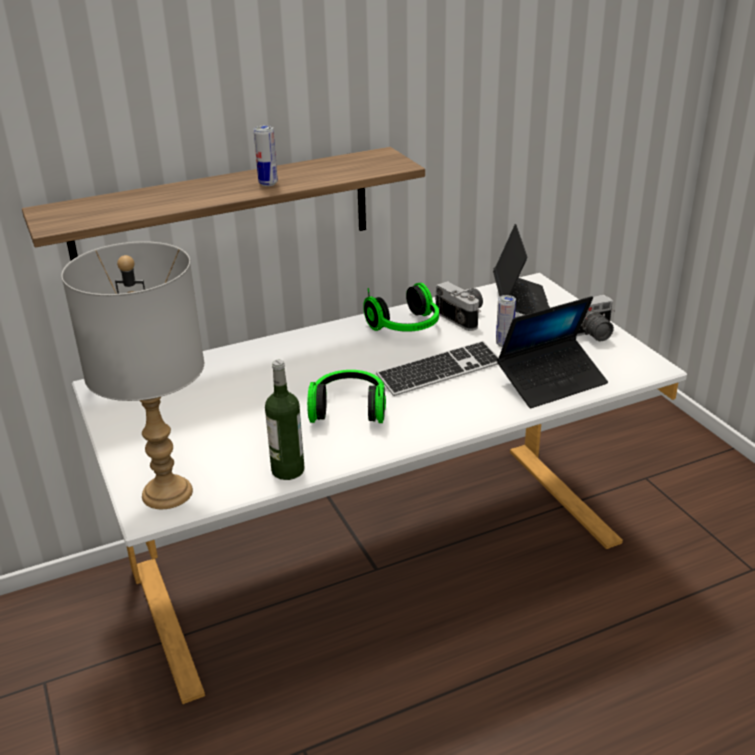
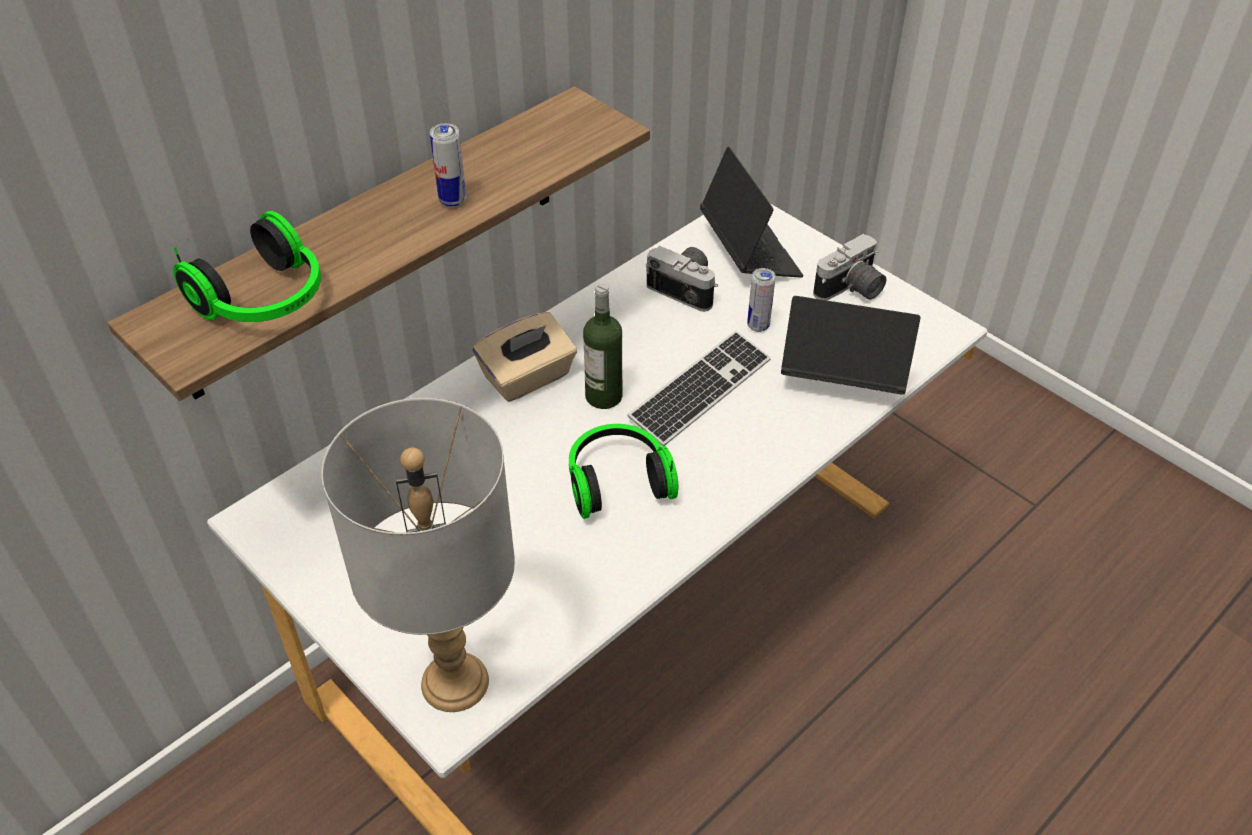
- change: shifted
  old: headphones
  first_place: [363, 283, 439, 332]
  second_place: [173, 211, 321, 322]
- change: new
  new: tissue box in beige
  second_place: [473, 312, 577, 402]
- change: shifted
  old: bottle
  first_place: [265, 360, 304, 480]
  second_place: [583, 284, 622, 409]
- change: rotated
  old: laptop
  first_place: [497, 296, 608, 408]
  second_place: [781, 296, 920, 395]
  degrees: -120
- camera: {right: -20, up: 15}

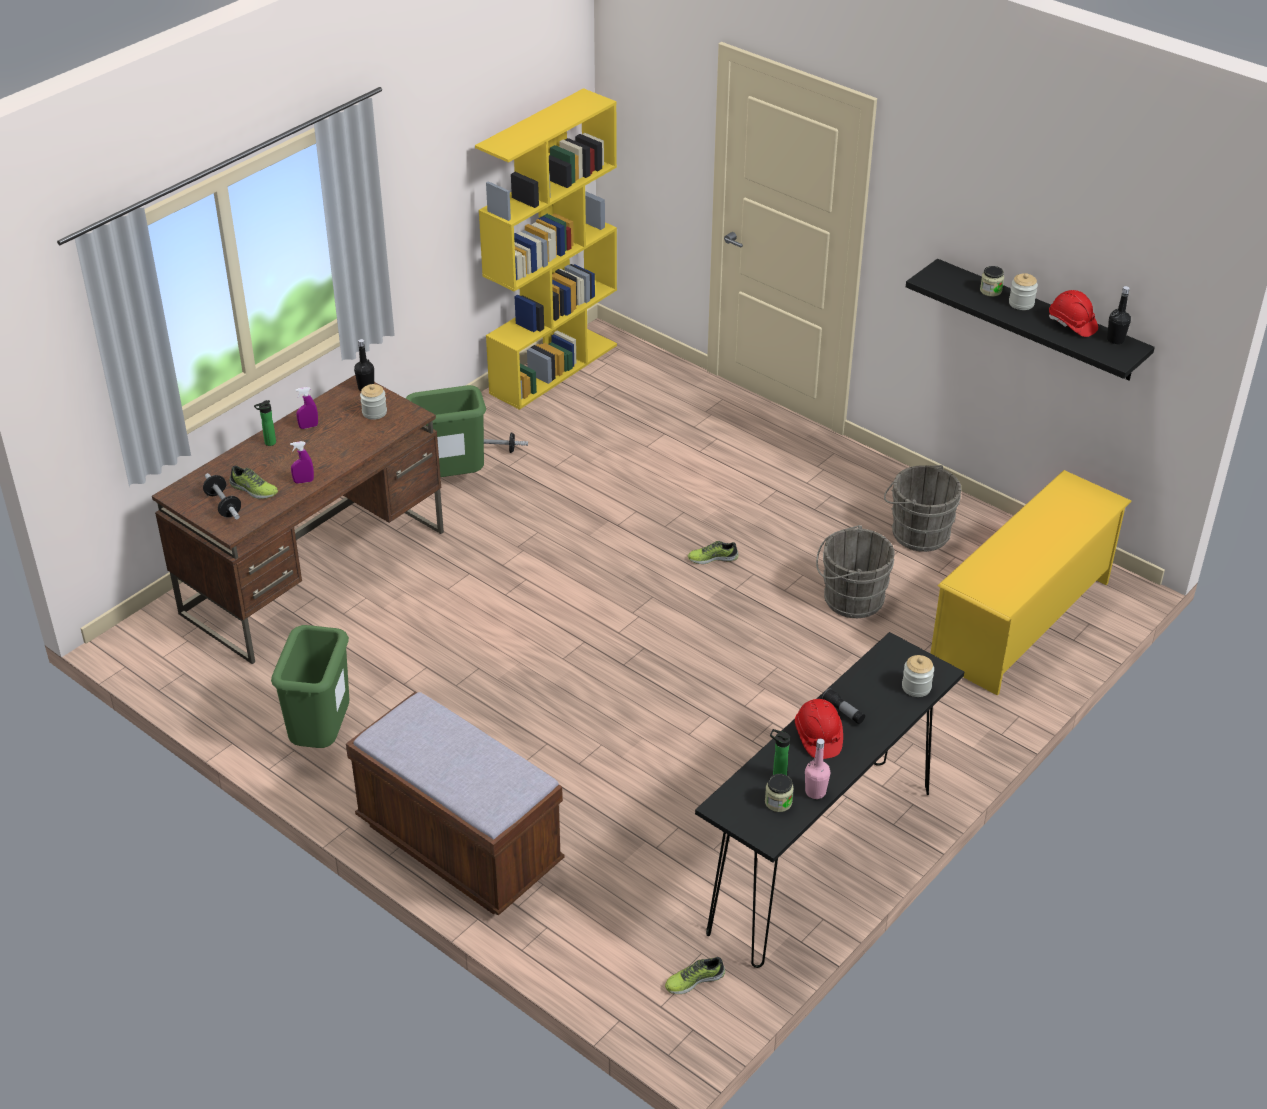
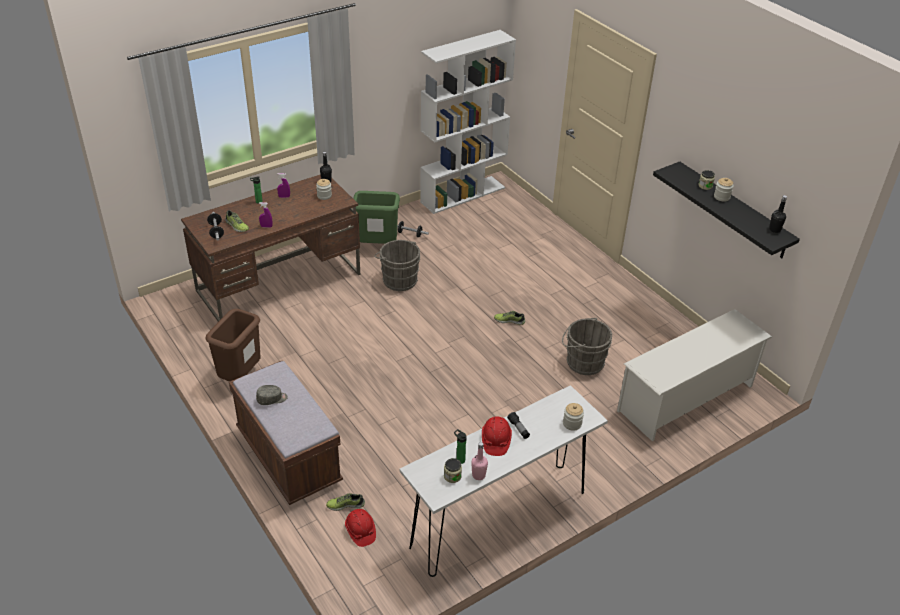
- change: repainted
  old: trash can in green
  new: trash can in brown
  first_place: [271, 625, 349, 748]
  second_place: [206, 309, 260, 382]
- change: new
  new: cap in grey
  second_place: [256, 385, 288, 405]
- change: shifted
  old: shoe
  first_place: [665, 957, 725, 994]
  second_place: [326, 493, 365, 511]
- change: shifted
  old: hard hat in red
  first_place: [1049, 290, 1098, 337]
  second_place: [345, 509, 376, 547]
- change: shifted
  old: bucket in grey
  first_place: [884, 465, 961, 552]
  second_place: [374, 240, 420, 291]
- change: repainted
  old: console table in black
  new: console table in white
  first_place: [695, 632, 964, 968]
  second_place: [399, 385, 608, 577]
- change: repainted
  old: bookcase in yellow
  new: bookcase in white
  first_place: [475, 88, 617, 410]
  second_place: [420, 30, 516, 214]
- change: repainted
  old: shoe rack in yellow
  new: shoe rack in white
  first_place: [930, 470, 1132, 695]
  second_place: [617, 309, 772, 441]
- camera: {right: 15, up: 0}

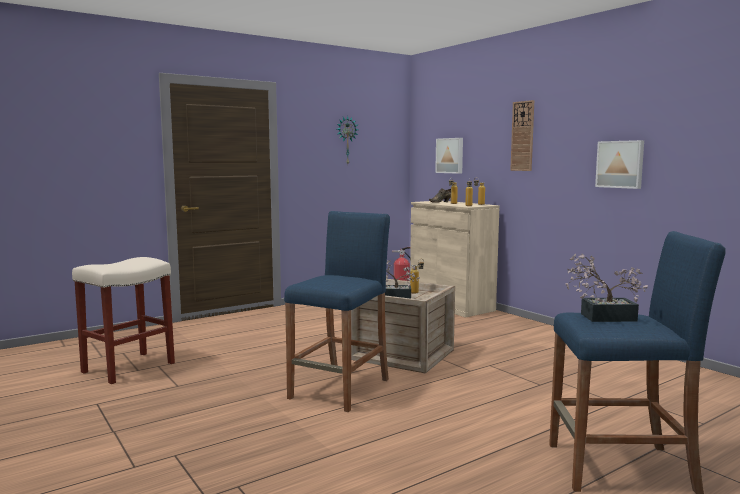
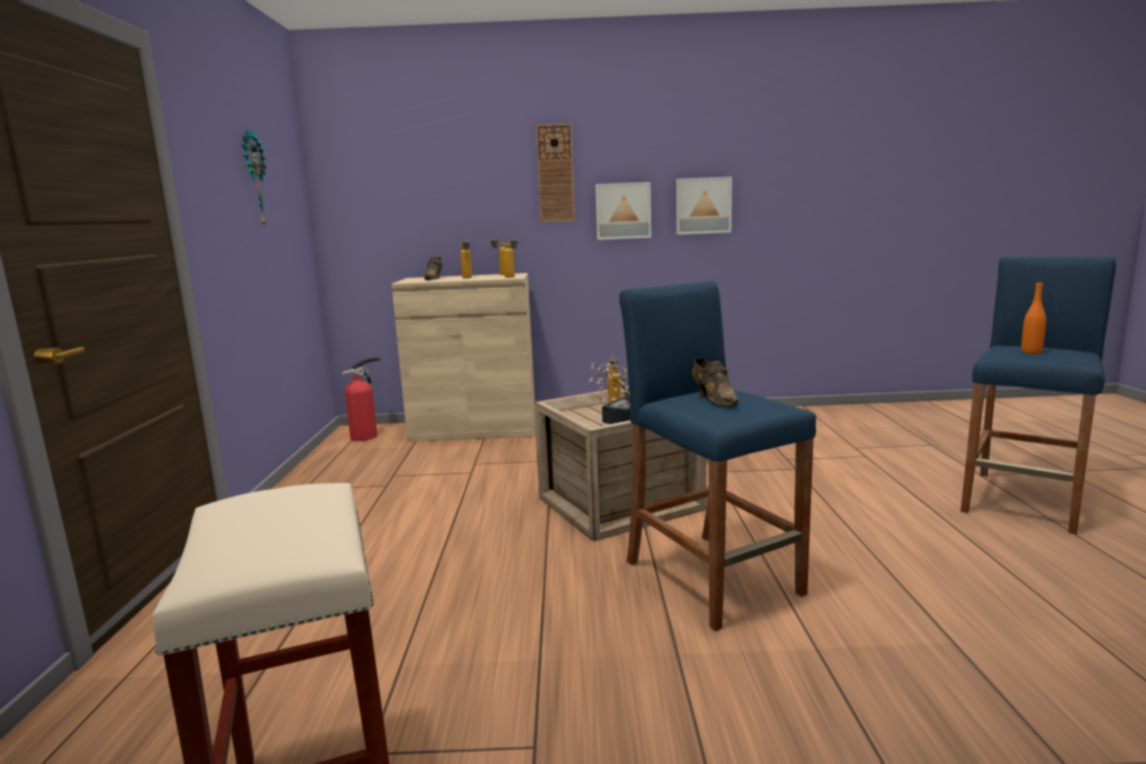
- change: shifted
  old: picture
  first_place: [435, 138, 463, 174]
  second_place: [595, 182, 651, 240]
- change: new
  new: shoe in brown
  second_place: [692, 358, 739, 406]
- change: swapped
  old: potted plant
  new: bottle in orange
  first_place: [566, 254, 648, 322]
  second_place: [1021, 281, 1046, 354]
- camera: {right: -55, up: 5}

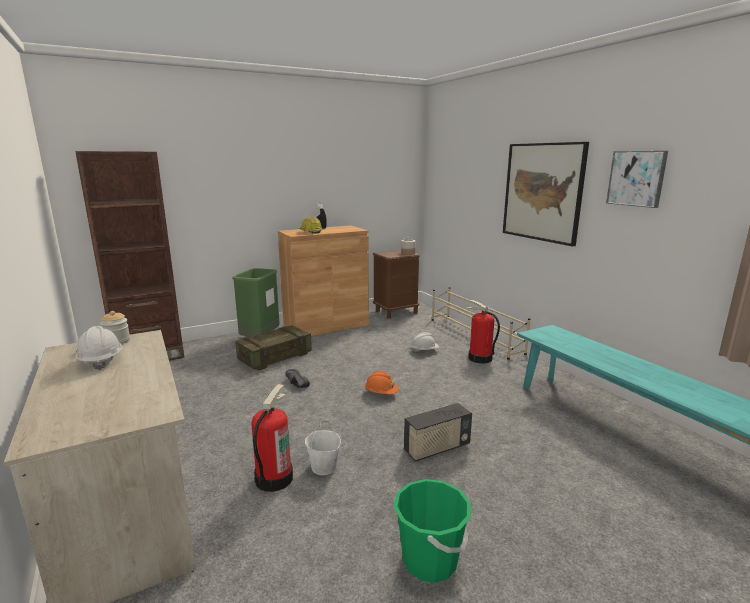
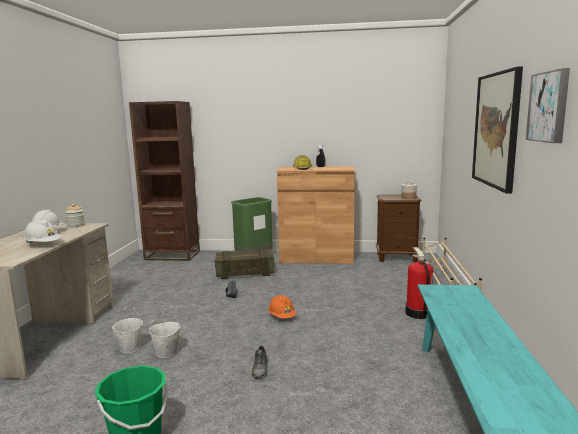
- change: shifted
  old: hard hat in white
  first_place: [411, 332, 439, 352]
  second_place: [23, 219, 62, 244]
- change: swapped
  old: fire extinguisher
  new: bucket in white
  first_place: [251, 384, 293, 492]
  second_place: [112, 308, 143, 353]
- change: swapped
  old: radio
  new: shoe in grey
  first_place: [404, 403, 472, 461]
  second_place: [252, 346, 268, 378]
- camera: {right: 35, up: -5}

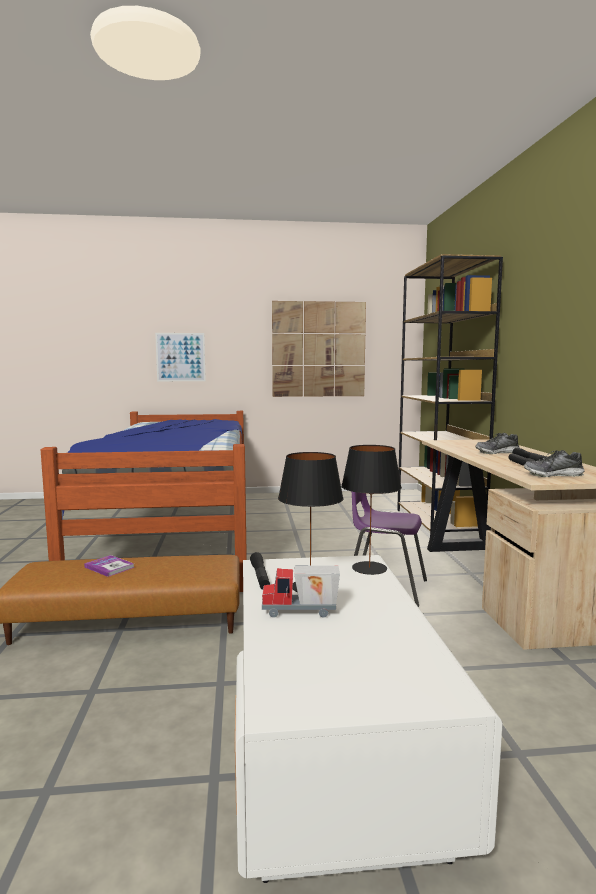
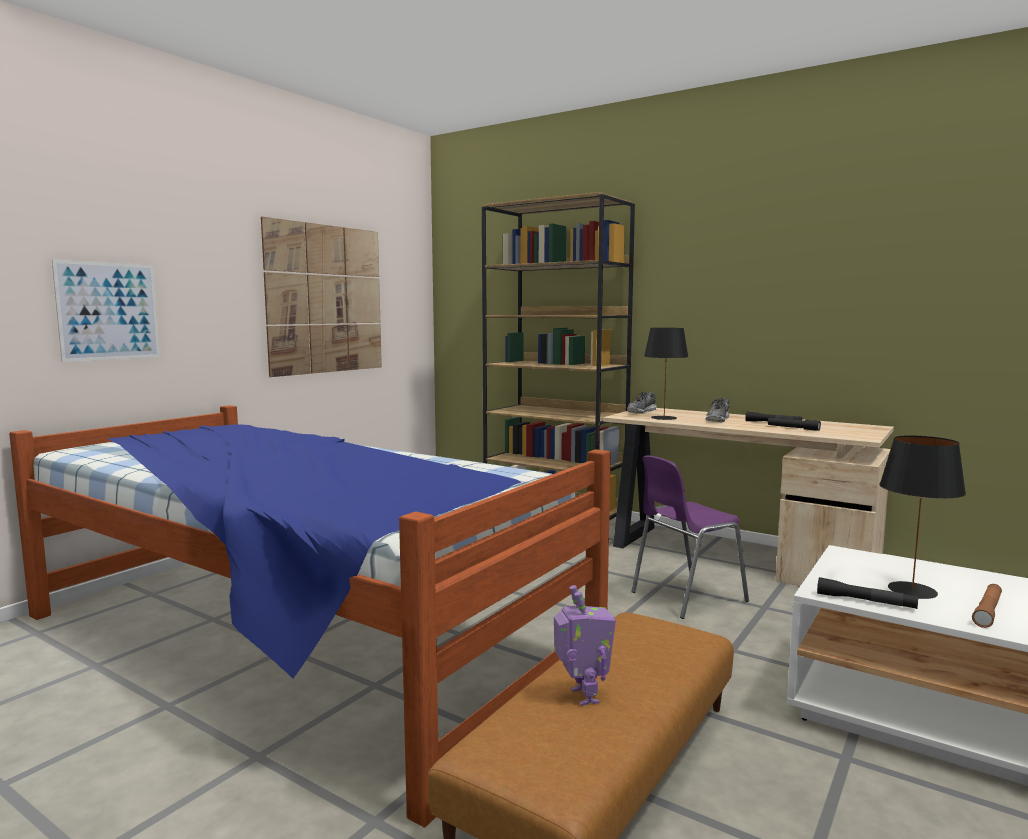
- change: swapped
  old: book
  new: toy robot
  first_place: [84, 555, 134, 577]
  second_place: [554, 585, 616, 706]
- change: shifted
  old: shoe
  first_place: [524, 450, 585, 477]
  second_place: [627, 392, 657, 414]
- change: shifted
  old: table lamp in black
  first_place: [341, 445, 402, 575]
  second_place: [644, 328, 688, 420]
- change: swapped
  old: toy truck
  new: flashlight in brown
  first_place: [262, 565, 340, 618]
  second_place: [972, 584, 1002, 628]
- camera: {right: -50, up: 0}

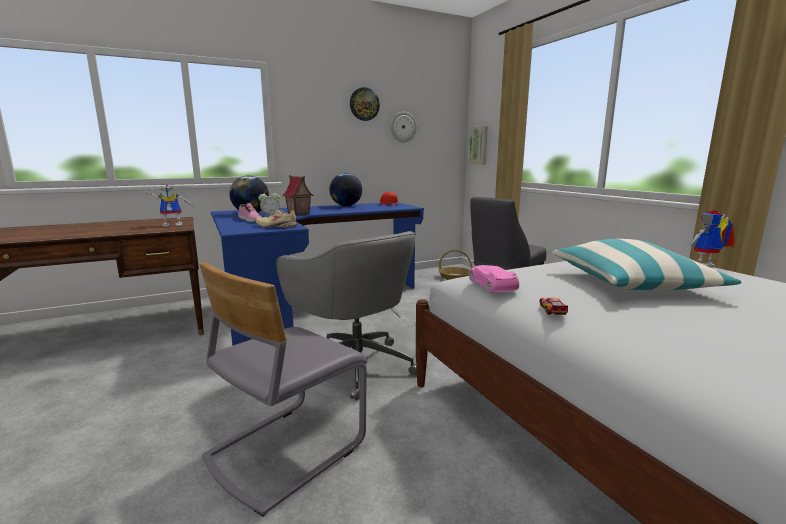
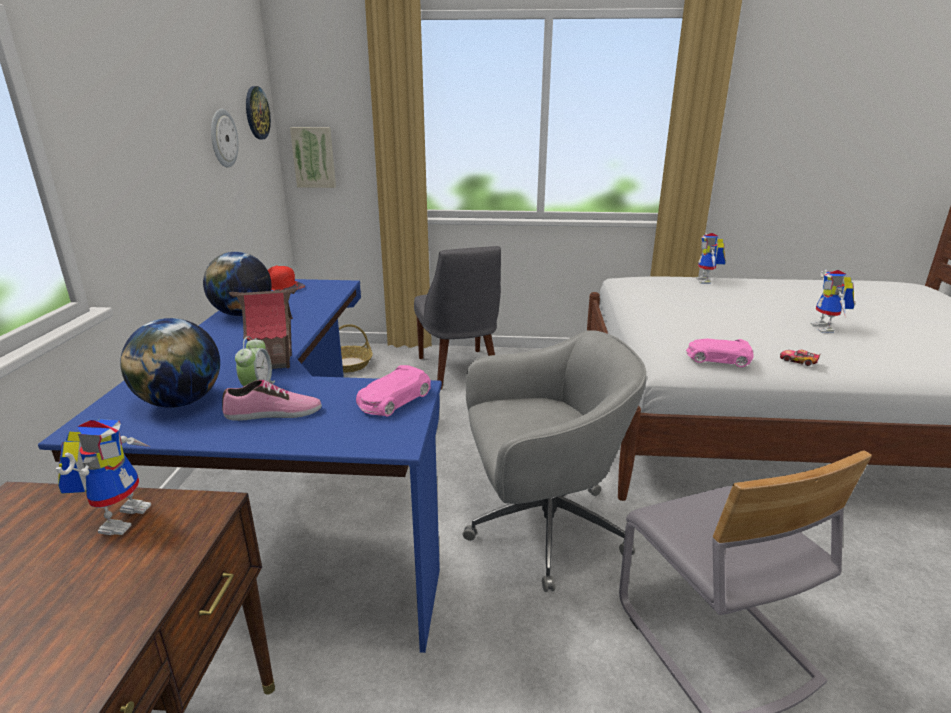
- change: shifted
  old: wall clock
  first_place: [350, 87, 380, 121]
  second_place: [246, 86, 271, 139]
- change: swapped
  old: shoe in beige
  new: toy car in pink
  first_place: [255, 209, 297, 228]
  second_place: [356, 365, 431, 417]
- change: new
  new: toy robot
  second_place: [810, 270, 855, 333]
- change: gone
  old: pillow
  first_place: [552, 239, 741, 290]
- camera: {right: -60, up: 10}

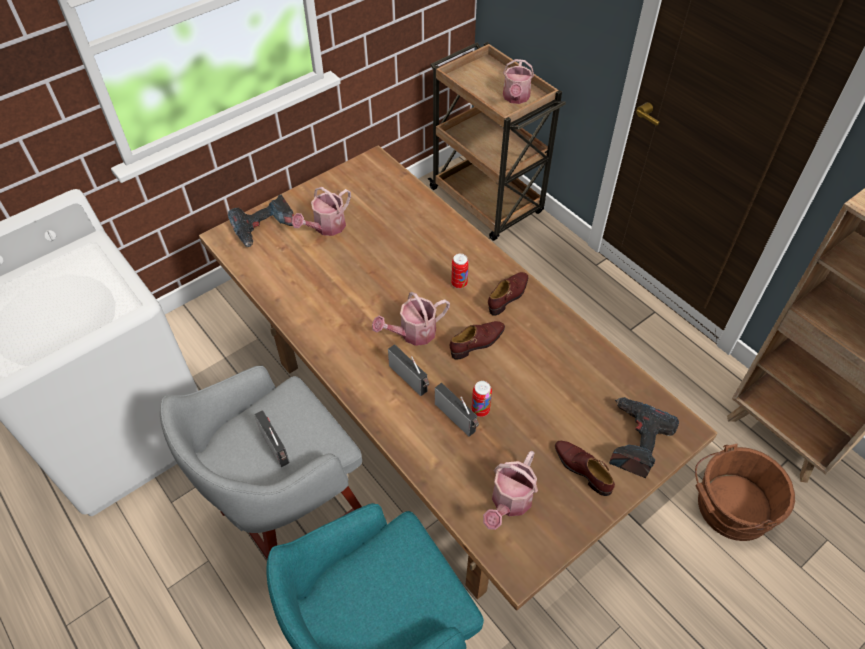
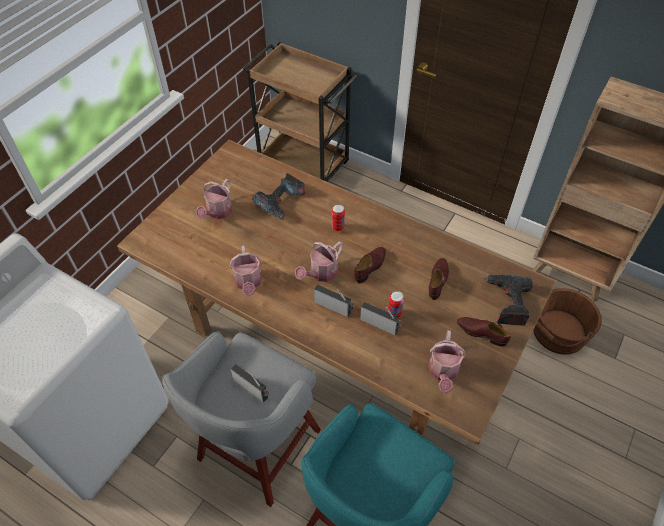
- change: shifted
  old: watering can
  first_place: [503, 59, 534, 104]
  second_place: [230, 245, 262, 296]
- change: shifted
  old: power drill
  first_place: [228, 194, 294, 247]
  second_place: [252, 173, 305, 219]
- change: shifted
  old: shoe in brown
  first_place: [488, 272, 528, 316]
  second_place: [429, 258, 449, 300]
- camera: {right: -20, up: 0}

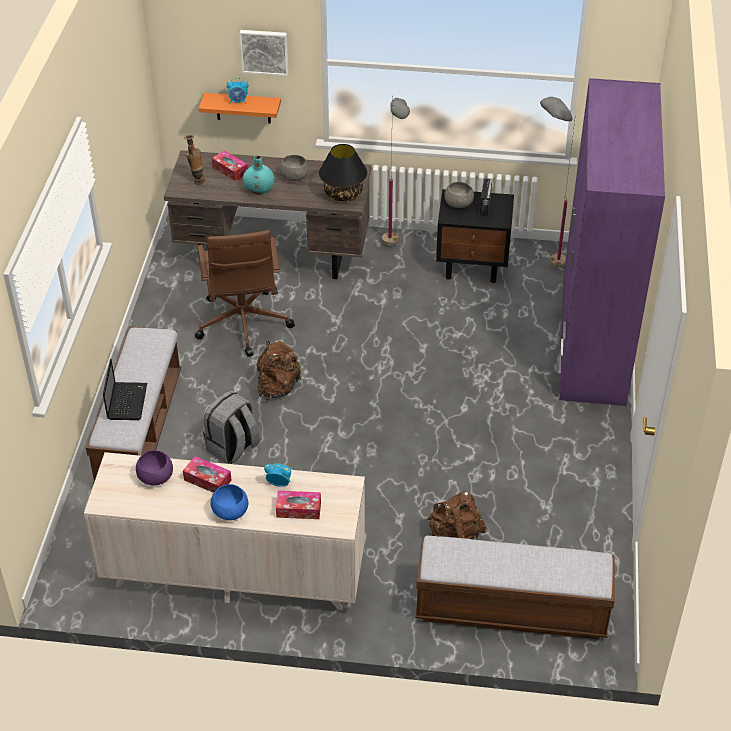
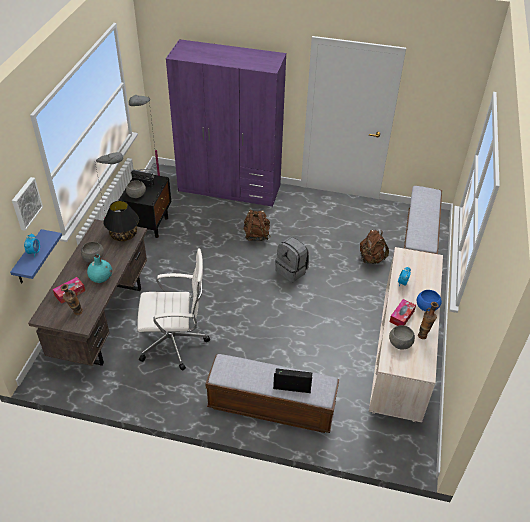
- change: repainted
  old: shelf in orange
  new: shelf in blue
  first_place: [199, 93, 281, 124]
  second_place: [10, 229, 62, 283]
- change: repainted
  old: office chair in brown
  new: office chair in white
  first_place: [195, 230, 295, 357]
  second_place: [137, 248, 210, 371]
- change: shifted
  old: backpack in brown
  first_place: [257, 341, 301, 400]
  second_place: [243, 210, 270, 241]
- change: shifted
  old: backpack in grey
  first_place: [203, 391, 260, 464]
  second_place: [275, 237, 309, 282]
- change: repainted
  old: bowl in purple
  new: bowl in grey
  first_place: [136, 450, 173, 485]
  second_place: [389, 325, 415, 349]
- change: new
  new: vase
  second_place: [418, 302, 439, 339]
- change: gone
  old: tissue box
  first_place: [276, 491, 321, 519]
- camera: {right: -85, up: 0}

